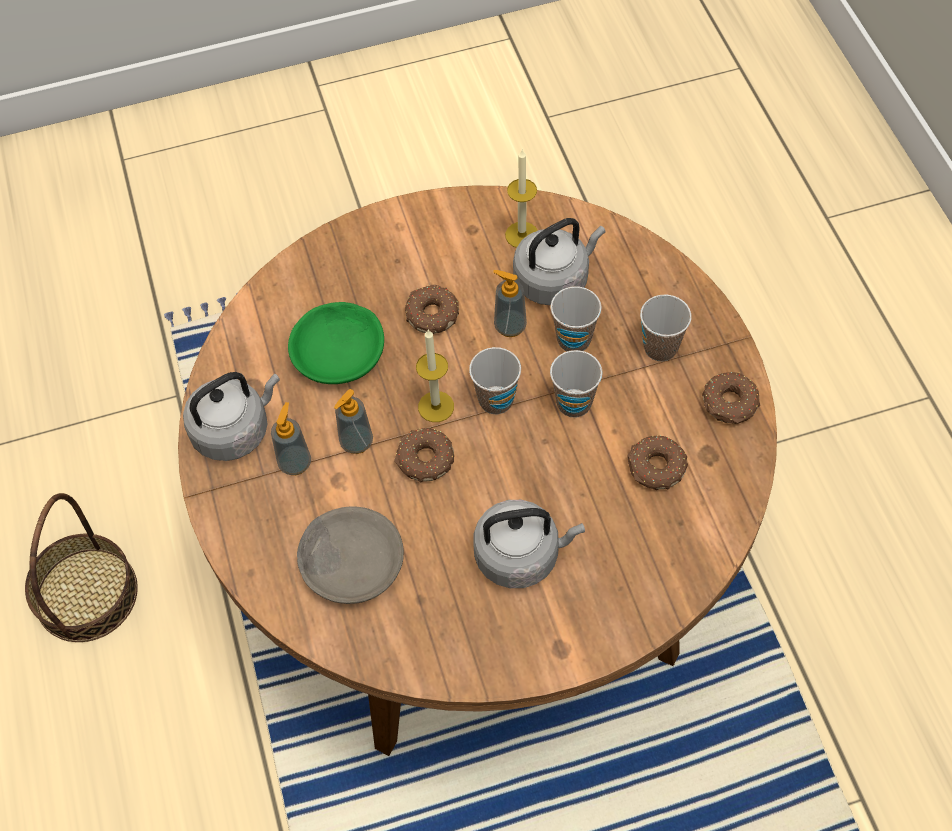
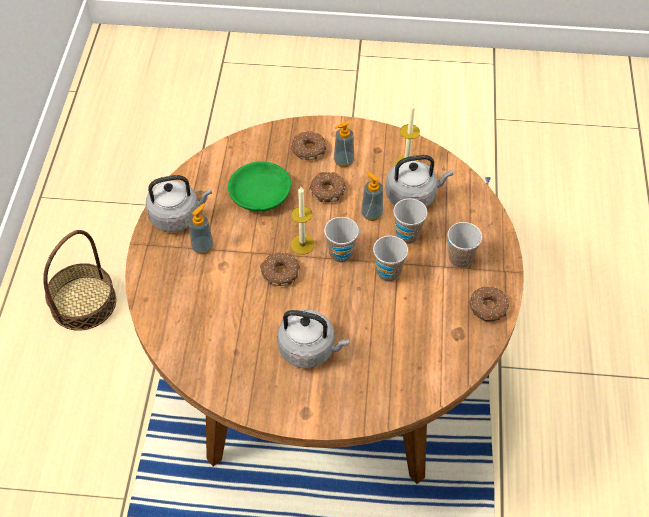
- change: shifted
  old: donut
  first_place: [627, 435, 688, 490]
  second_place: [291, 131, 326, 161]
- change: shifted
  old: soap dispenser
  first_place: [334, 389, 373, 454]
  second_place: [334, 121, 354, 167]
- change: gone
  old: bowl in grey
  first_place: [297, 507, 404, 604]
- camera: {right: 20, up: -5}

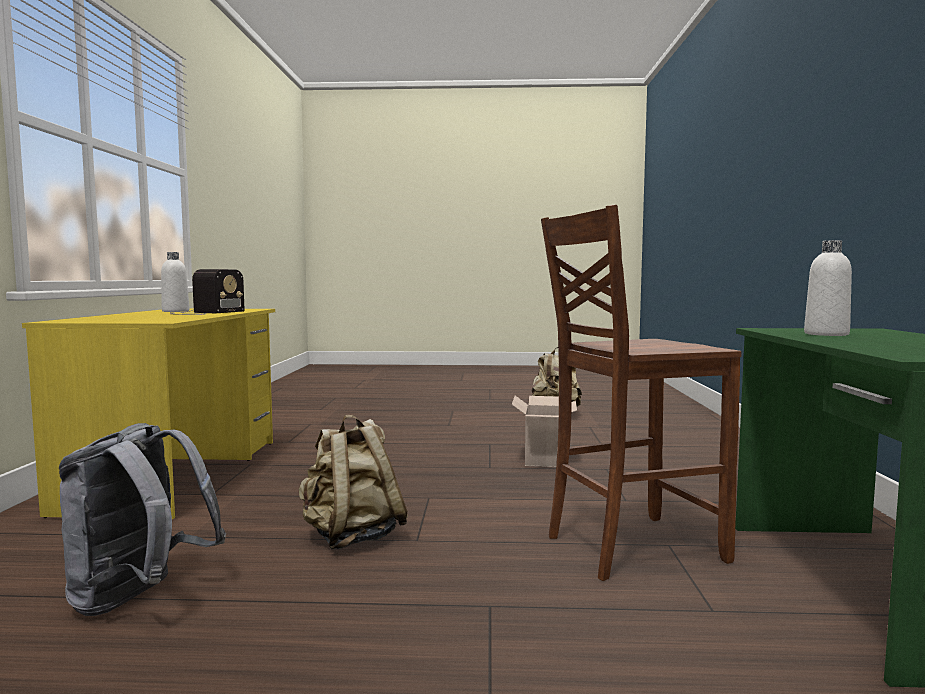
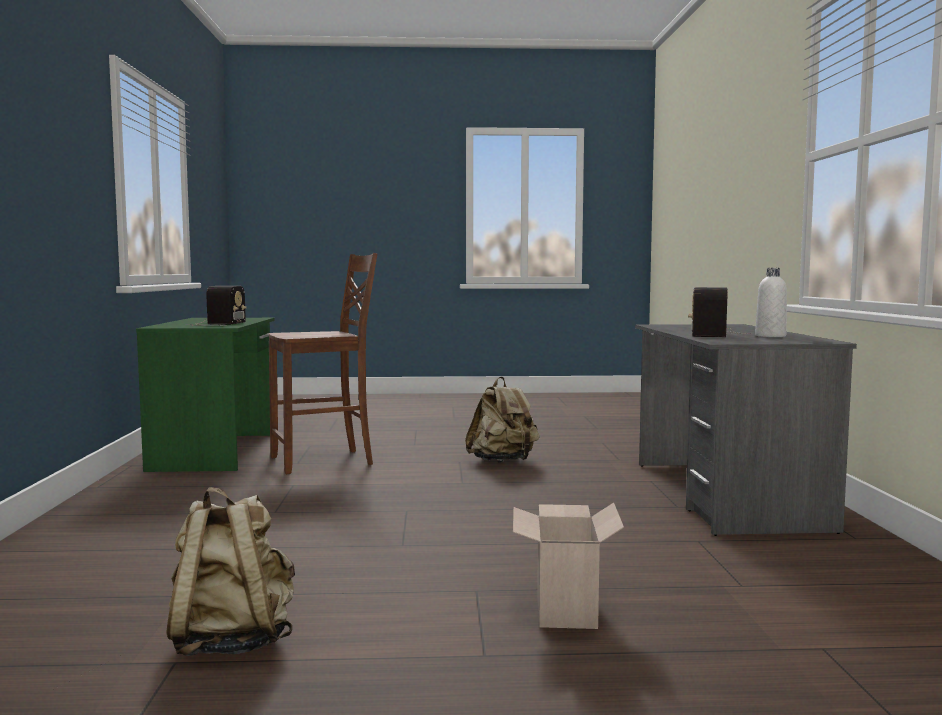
- change: swapped
  old: bottle in white
  new: radio
  first_place: [804, 240, 852, 336]
  second_place: [185, 286, 247, 326]
- change: shifted
  old: cardboard box
  first_place: [512, 396, 577, 467]
  second_place: [513, 502, 624, 629]
- change: repainted
  old: desk in yellow
  new: desk in grey
  first_place: [22, 309, 275, 519]
  second_place: [635, 324, 857, 536]
- change: gone
  old: backpack in grey
  first_place: [59, 423, 226, 616]
- camera: {right: 175, up: 0}

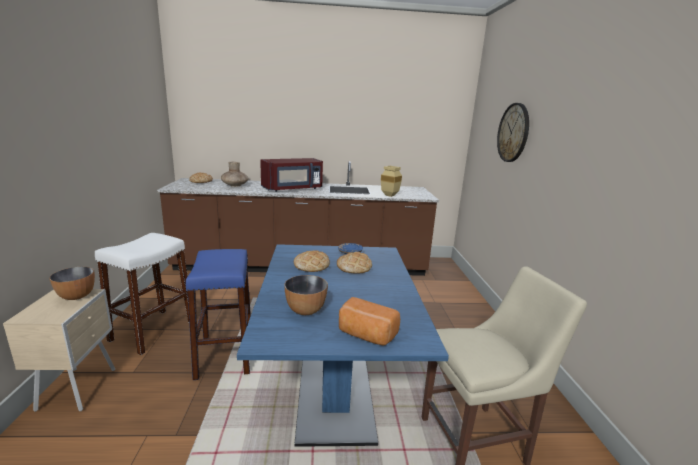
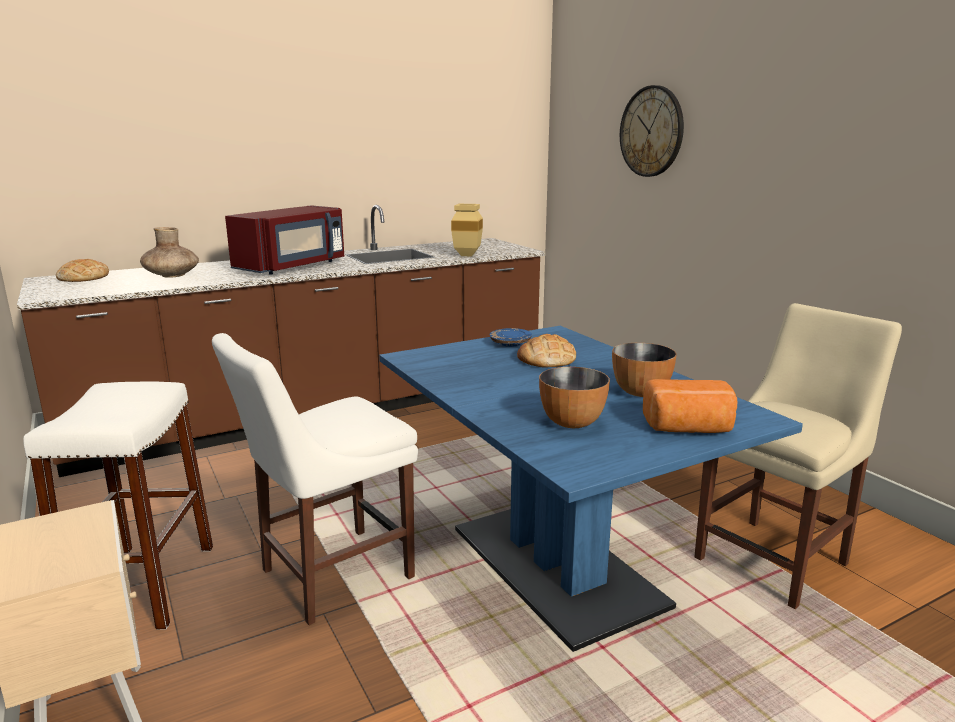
- change: swapped
  old: stool in blue
  new: chair in white
  first_place: [186, 249, 251, 380]
  second_place: [212, 333, 418, 625]
- change: shifted
  old: bowl
  first_place: [49, 267, 95, 300]
  second_place: [612, 343, 677, 397]
- change: gone
  old: bread
  first_place: [294, 250, 330, 272]
- camera: {right: -25, up: 0}

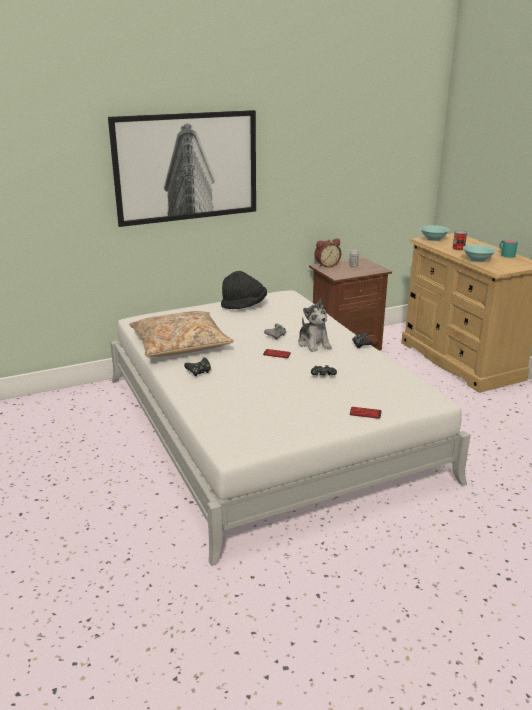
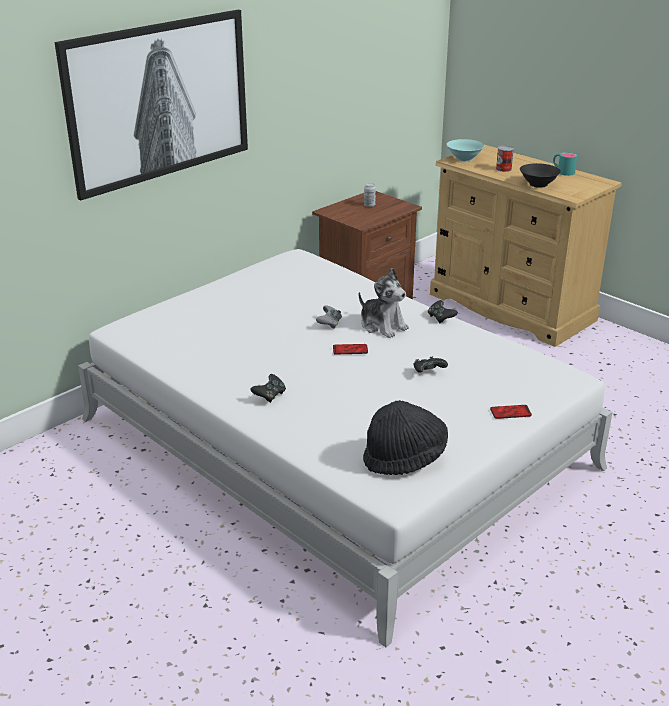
- change: shifted
  old: hat in black
  first_place: [221, 271, 267, 309]
  second_place: [363, 400, 448, 475]
- change: repainted
  old: bowl in turquoise
  new: bowl in black
  first_place: [463, 244, 496, 263]
  second_place: [520, 163, 561, 188]
- change: gone
  old: pillow in beige
  first_place: [129, 311, 234, 357]
- change: gone
  old: alarm clock
  first_place: [314, 239, 341, 268]
- camera: {right: -20, up: 5}

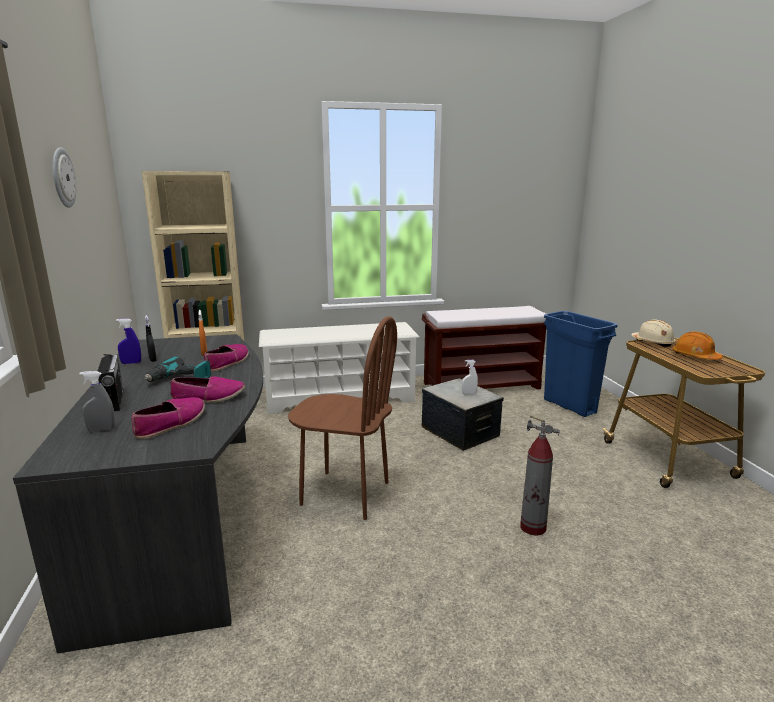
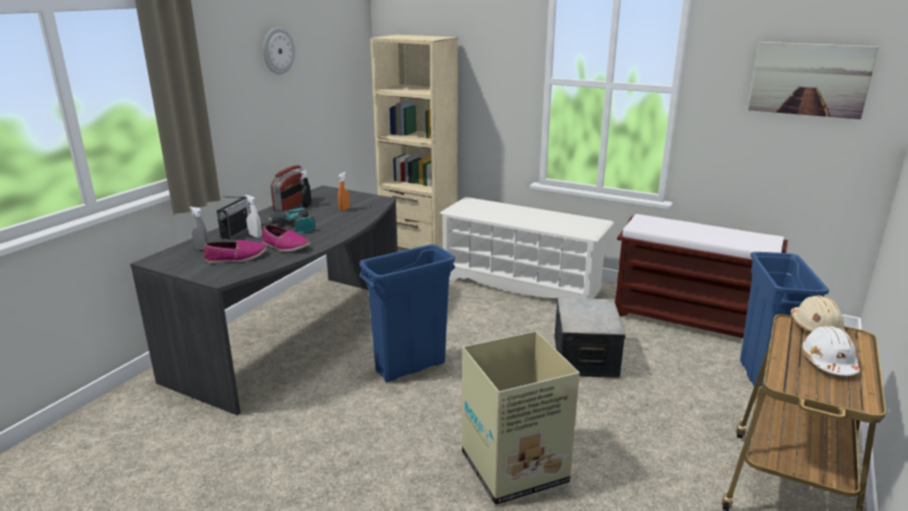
- change: shifted
  old: spray bottle in white
  first_place: [462, 360, 478, 395]
  second_place: [245, 195, 262, 238]
- change: swapped
  old: spray bottle in blue
  new: radio
  first_place: [116, 318, 141, 364]
  second_place: [271, 165, 304, 212]
- change: swapped
  old: chair in brown
  new: trash can in blue
  first_place: [288, 316, 397, 520]
  second_place: [359, 244, 455, 382]
- change: swapped
  old: fire extinguisher
  new: cardboard box
  first_place: [520, 415, 560, 536]
  second_place: [461, 331, 580, 505]
- change: new
  new: picture
  second_place: [748, 42, 878, 119]
- change: repainted
  old: hard hat in orange
  new: hard hat in white
  first_place: [672, 332, 723, 360]
  second_place: [801, 326, 860, 376]
- change: gone
  old: shoe
  first_place: [204, 344, 249, 372]
- camera: {right: 40, up: 5}

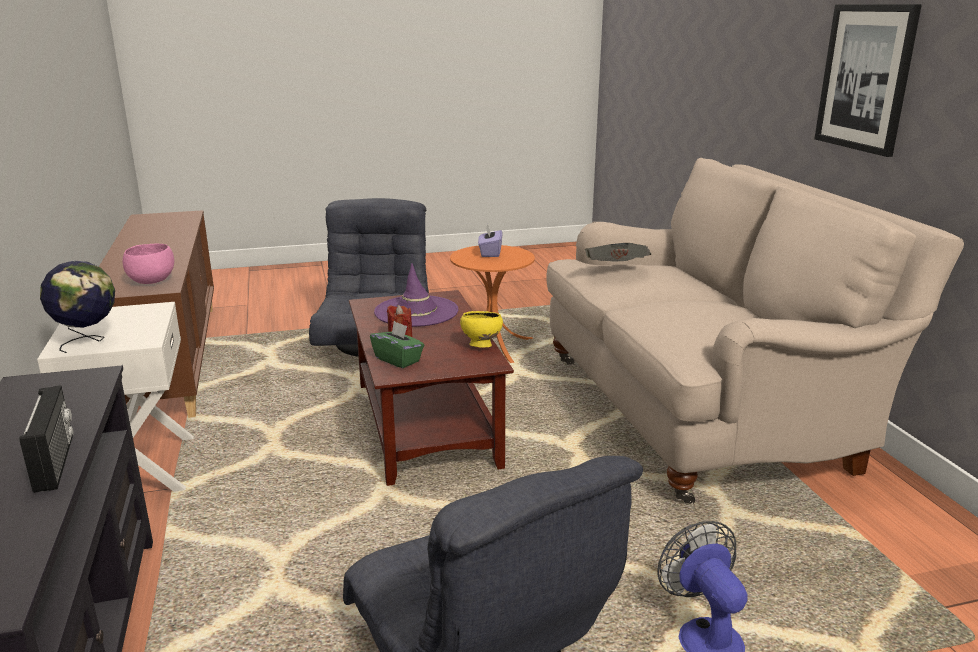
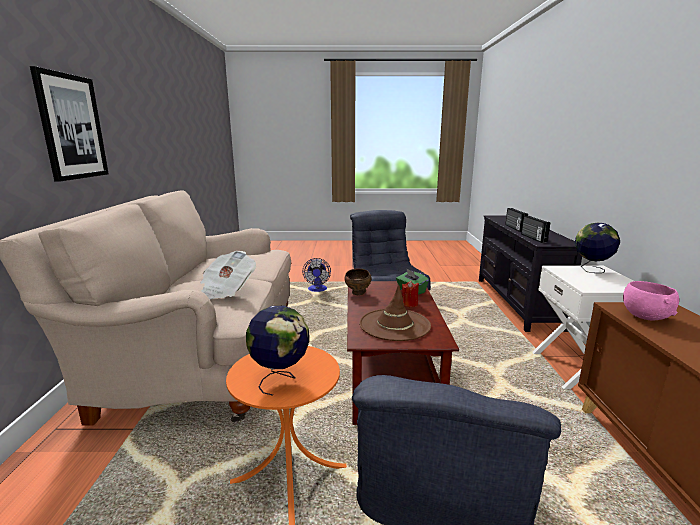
- change: swapped
  old: tissue box in purple
  new: globe
  first_place: [478, 224, 503, 257]
  second_place: [246, 306, 309, 396]
- change: repainted
  old: bowl in yellow
  new: bowl in brown
  first_place: [460, 311, 503, 348]
  second_place: [344, 268, 372, 295]
- change: repainted
  old: hat in purple
  new: hat in brown
  first_place: [374, 263, 458, 327]
  second_place: [359, 284, 431, 341]
- change: new
  new: radio
  second_place: [521, 216, 550, 243]
- camera: {right: -165, up: -5}

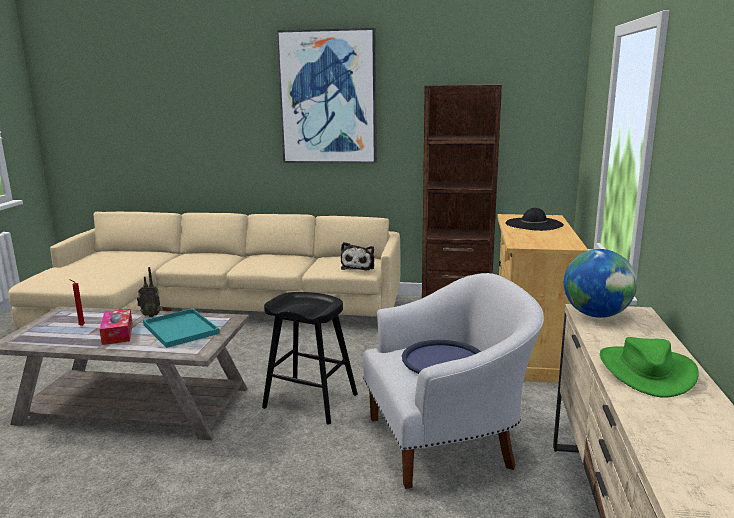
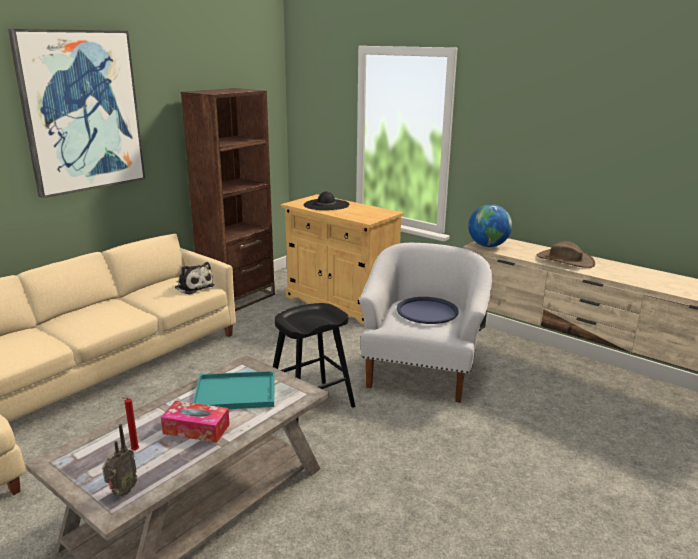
- change: shifted
  old: radio
  first_place: [137, 267, 161, 317]
  second_place: [102, 424, 137, 497]
- change: repainted
  old: hat in green
  new: hat in brown
  first_place: [600, 337, 699, 398]
  second_place: [537, 241, 595, 268]
- camera: {right: -60, up: 5}

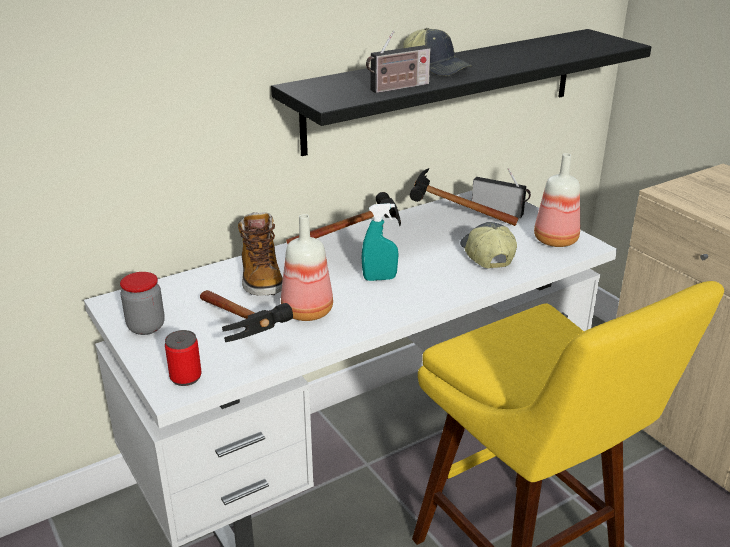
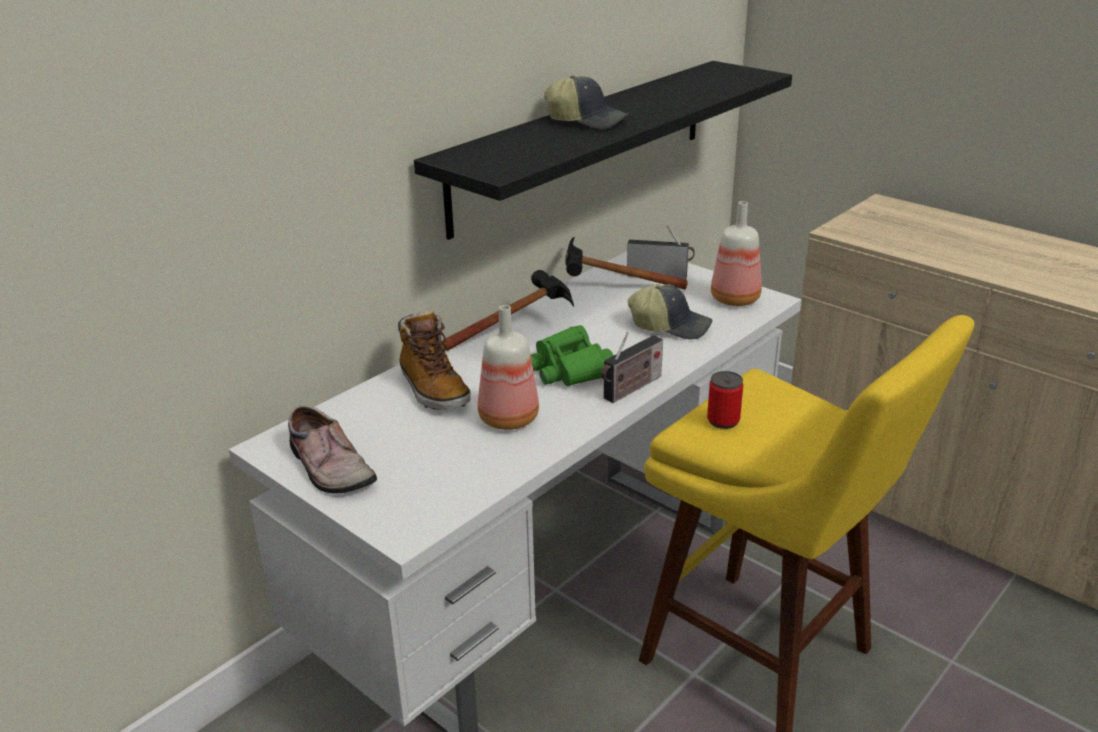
- change: swapped
  old: jar
  new: shoe
  first_place: [120, 272, 165, 335]
  second_place: [288, 405, 377, 494]
- change: swapped
  old: spray bottle in turquoise
  new: binoculars in green
  first_place: [362, 203, 399, 281]
  second_place: [531, 325, 614, 386]
- change: shifted
  old: radio
  first_place: [366, 30, 431, 93]
  second_place: [601, 332, 663, 403]
- change: rotated
  old: cap
  first_place: [460, 222, 517, 269]
  second_place: [628, 284, 712, 339]
  degrees: 135
- change: shifted
  old: can
  first_place: [165, 330, 202, 386]
  second_place: [707, 371, 743, 429]
- change: gone
  old: hammer
  first_place: [200, 290, 293, 342]
- camera: {right: -15, up: 0}

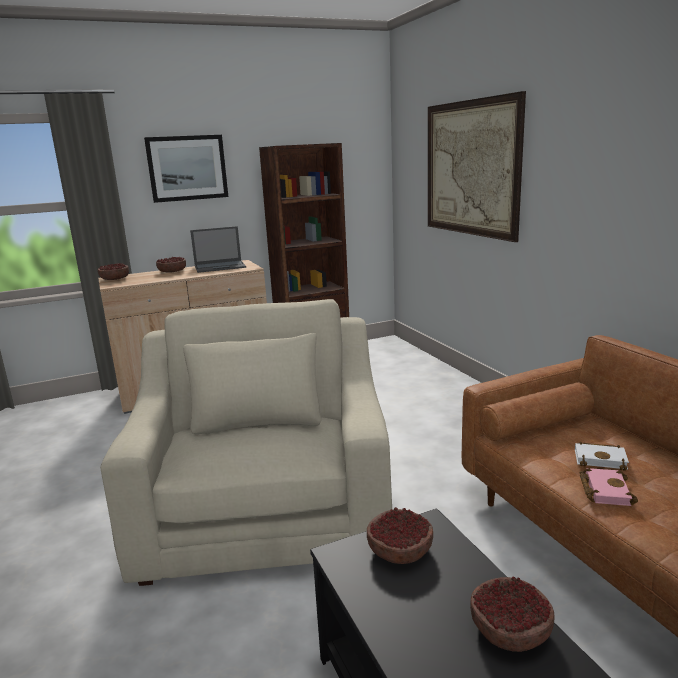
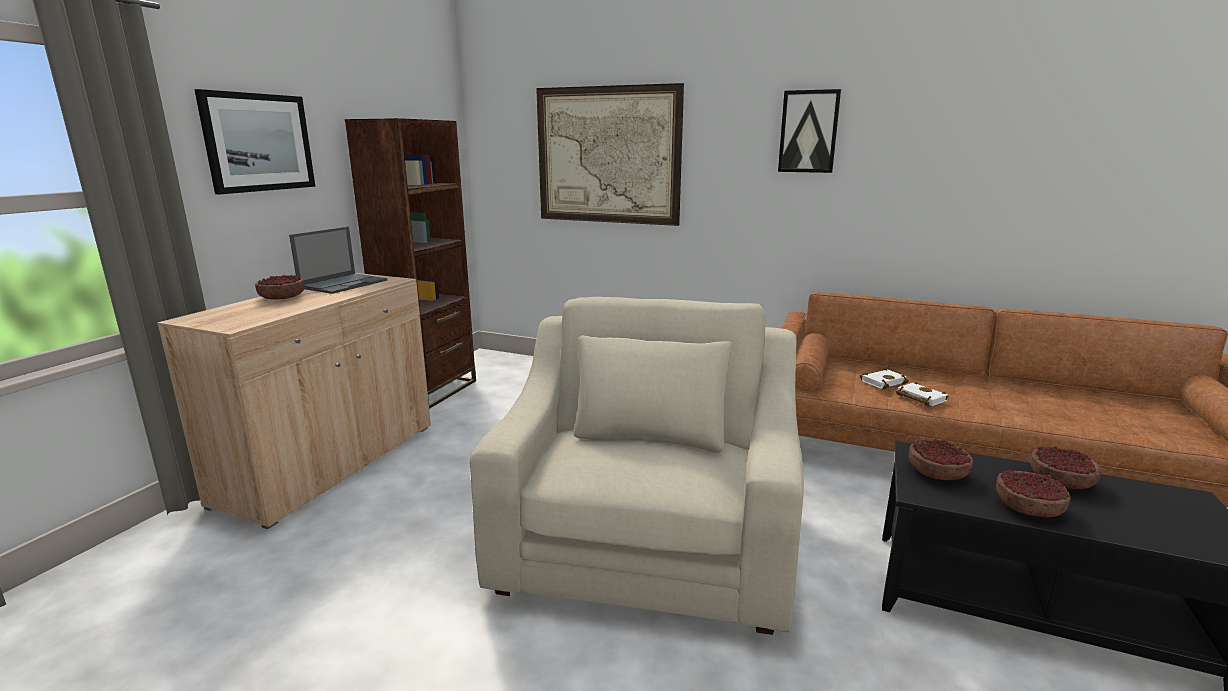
- change: rotated
  old: armchair in beige
  first_place: [100, 299, 392, 586]
  second_place: [470, 297, 804, 635]
  degrees: 60
- change: new
  new: picture
  second_place: [778, 89, 841, 173]
- change: repainted
  old: book in pink
  new: book in white
  first_place: [580, 468, 638, 506]
  second_place: [896, 382, 948, 406]
- change: shifted
  old: bowl
  first_place: [98, 263, 129, 280]
  second_place: [996, 470, 1071, 517]
- camera: {right: -45, up: 0}

